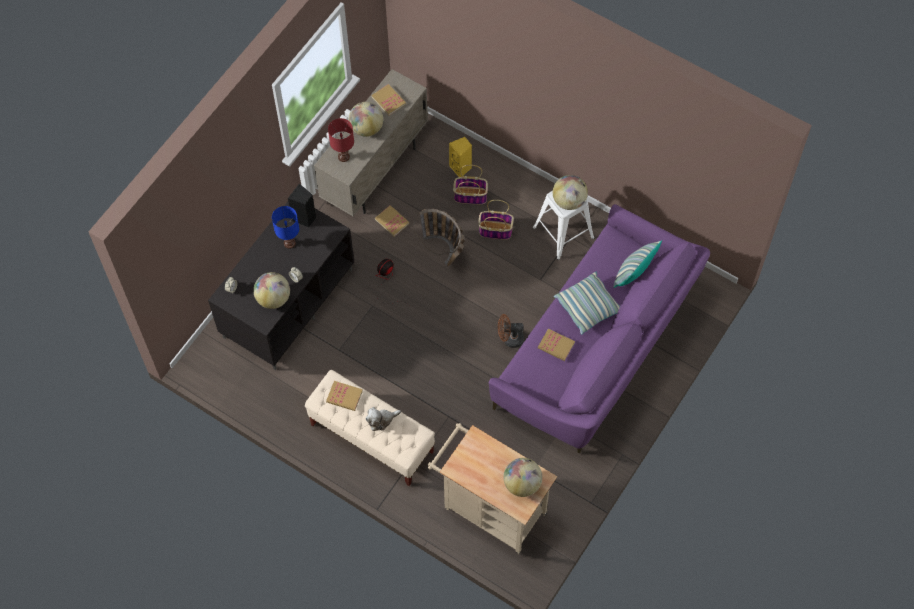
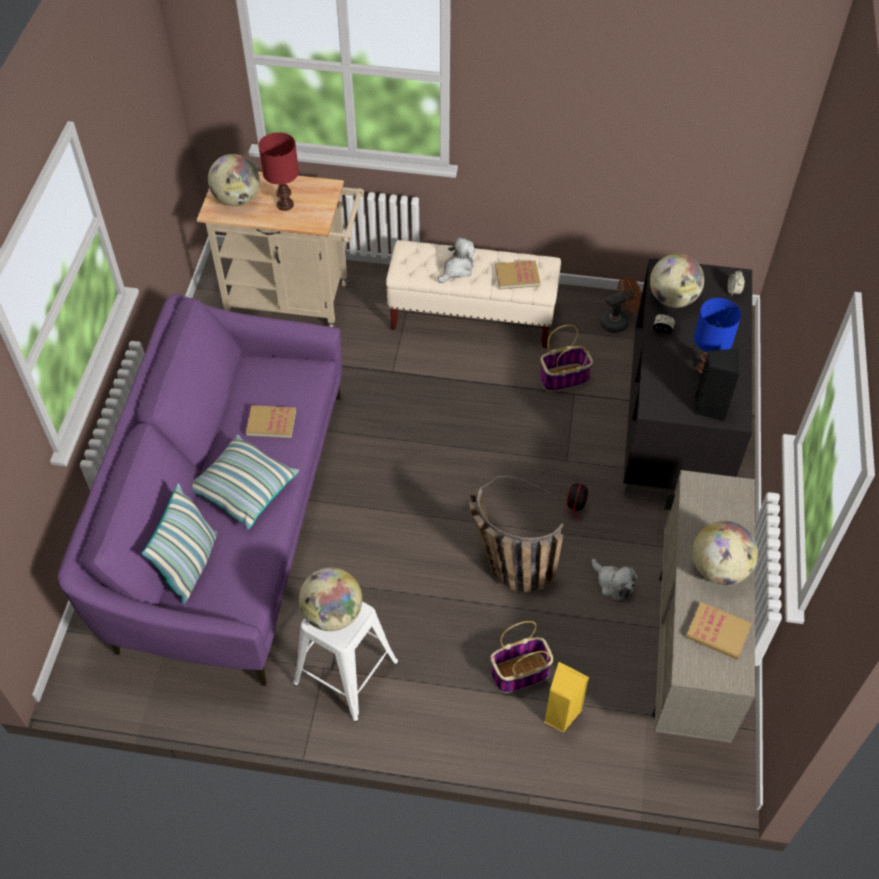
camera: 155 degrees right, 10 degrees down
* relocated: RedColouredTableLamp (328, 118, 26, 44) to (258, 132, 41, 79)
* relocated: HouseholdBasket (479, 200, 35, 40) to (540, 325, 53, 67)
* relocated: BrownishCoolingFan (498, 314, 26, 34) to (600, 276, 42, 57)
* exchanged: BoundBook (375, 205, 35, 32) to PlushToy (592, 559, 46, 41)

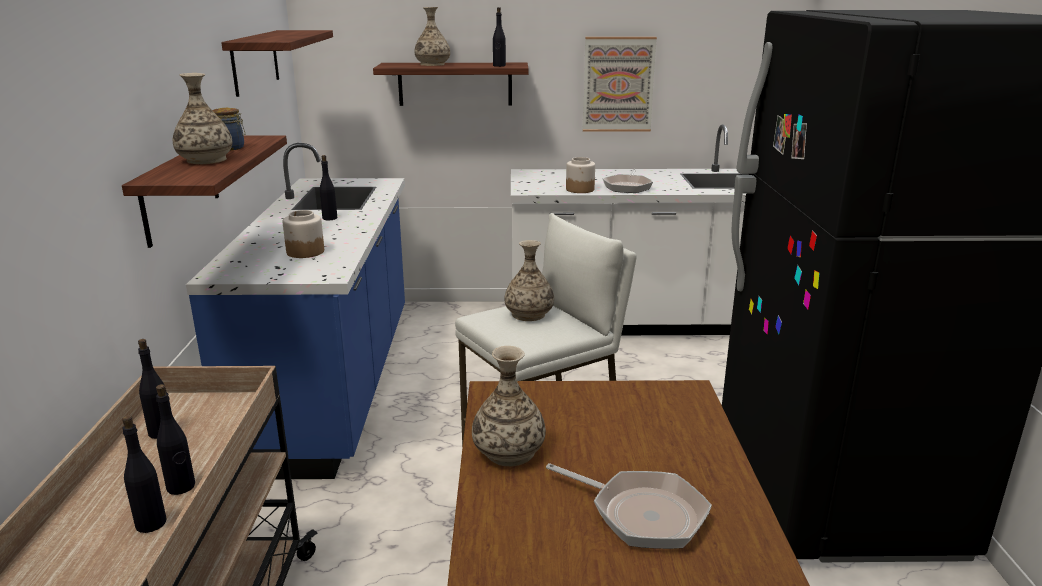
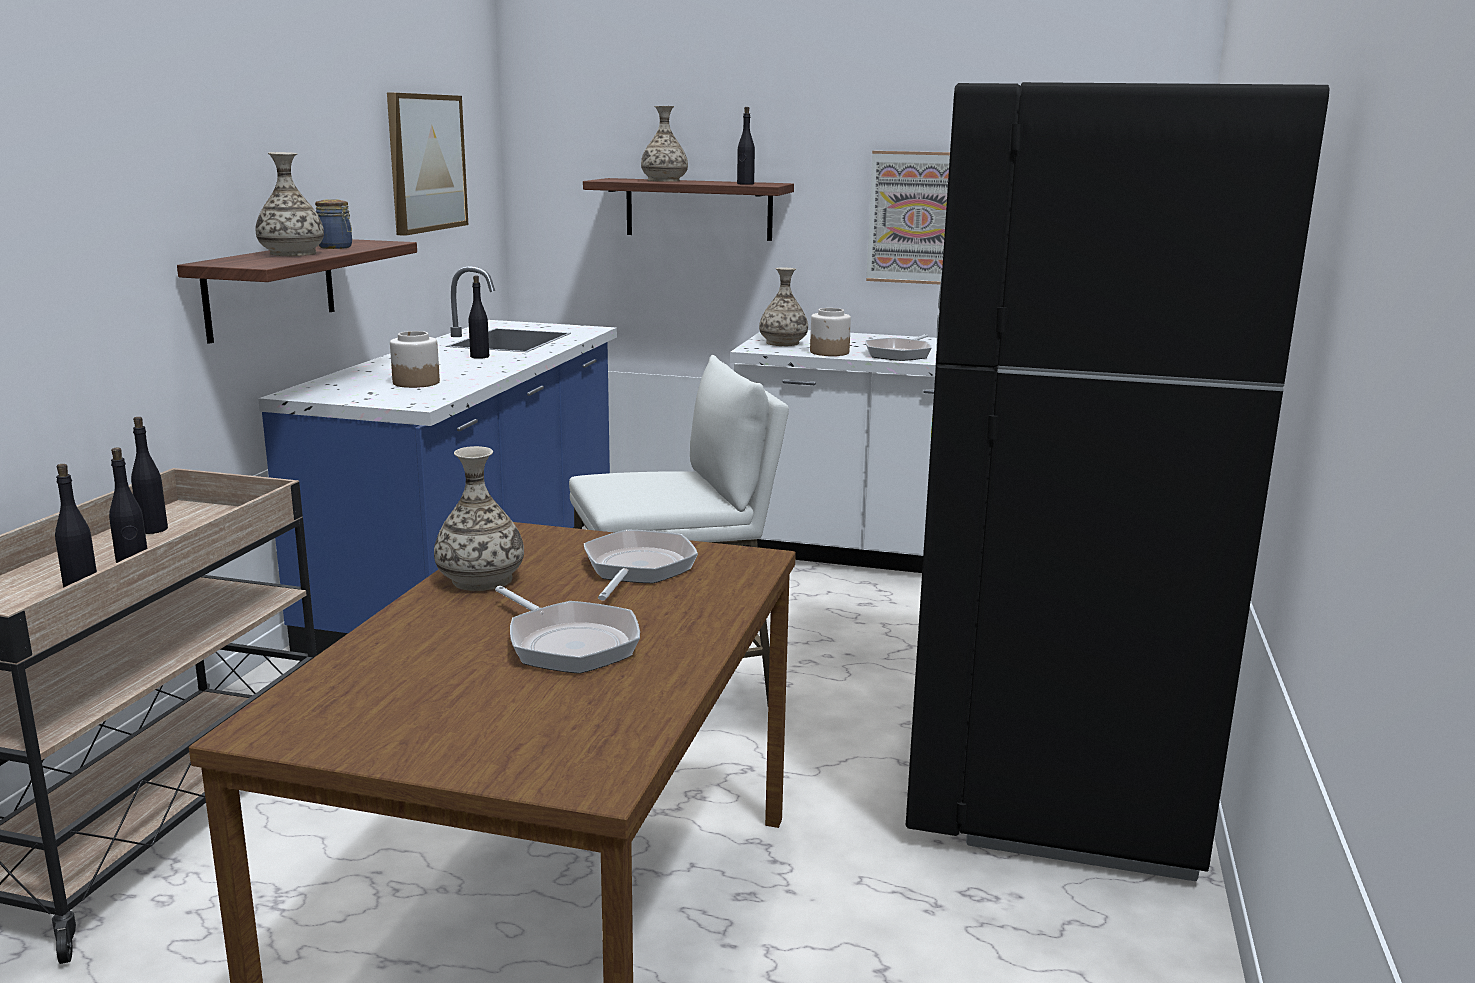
camera: 15 degrees right, 5 degrees down
* appeared: Skillet (584, 529, 114, 71)
* relocated: FlowerVase (504, 240, 50, 81) to (759, 268, 49, 78)
* exchanged: WallShelf (221, 30, 112, 67) to WallArt (387, 93, 81, 143)

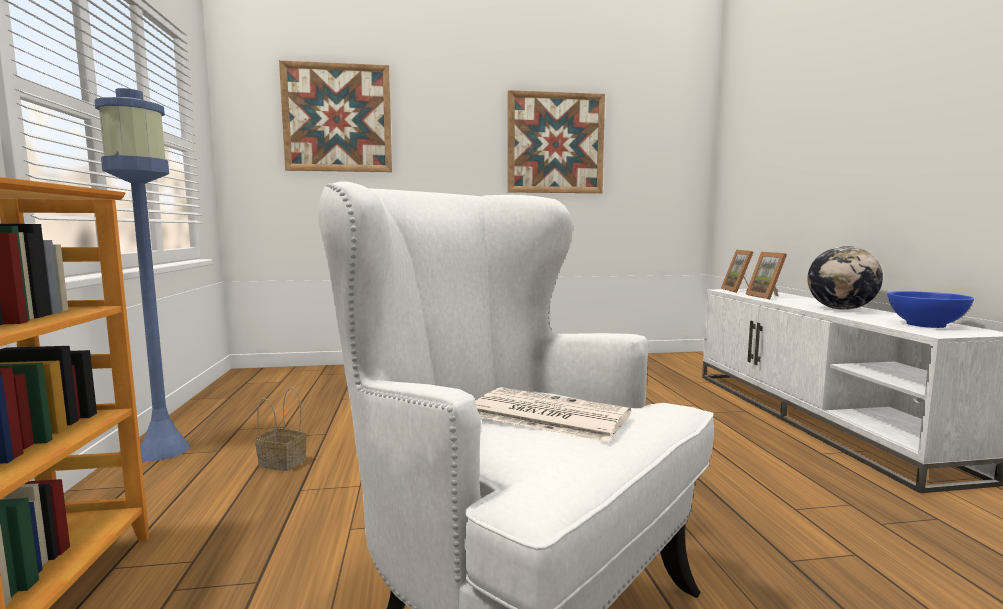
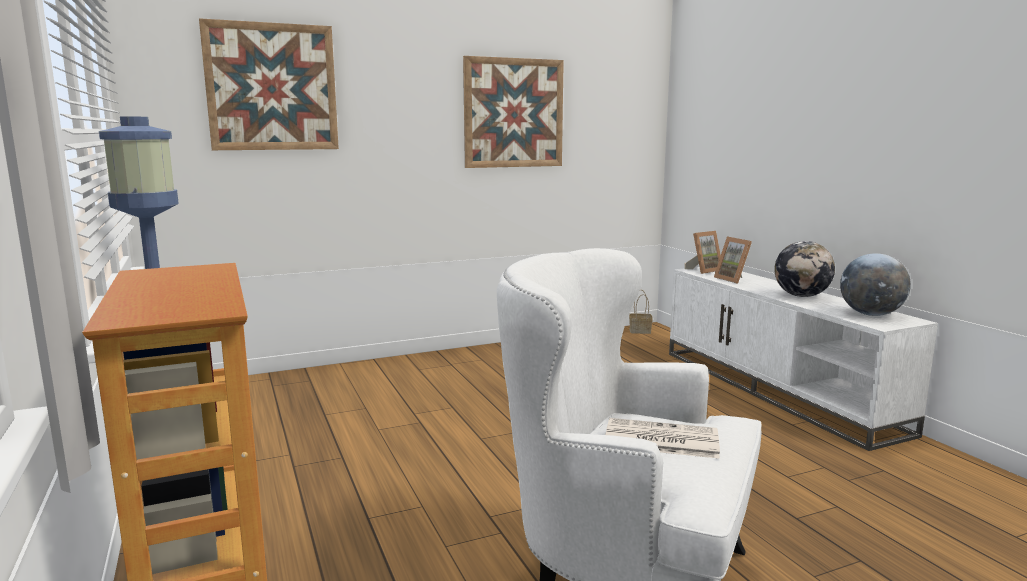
camera: 15 degrees left, 5 degrees up
* relocated: HouseholdBasket (255, 388, 51, 83) to (629, 290, 24, 44)
* exchanged: BlueColouredBowl (888, 291, 86, 37) to WorldGlobe (840, 253, 71, 63)
* spun: PhotoFrame (721, 250, 32, 43) = (685, 231, 36, 43) 105 degrees counterclockwise

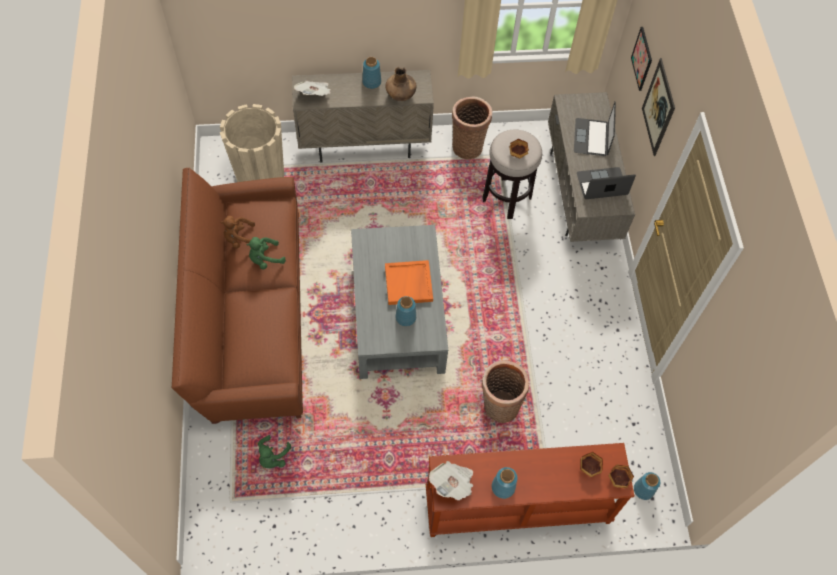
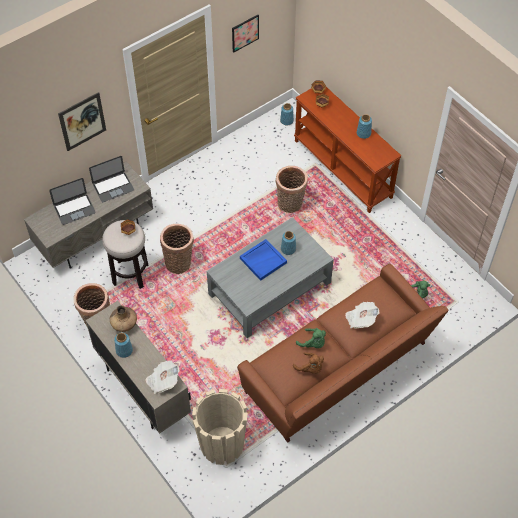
camera: 120 degrees left, 5 degrees down
* appeared: HouseholdBasket (160, 224, 34, 50)
* relocated: Newspaper (429, 461, 44, 39) to (345, 302, 34, 27)
* relocated: WallArt (631, 27, 21, 64) to (232, 15, 27, 38)
* colour: OrangeyServingTray (385, 260, 48, 45) to BlueColouredServingTray (240, 239, 47, 42)
* spun: PortableComputer (577, 167, 59, 32) = (89, 156, 45, 46) 75 degrees counterclockwise

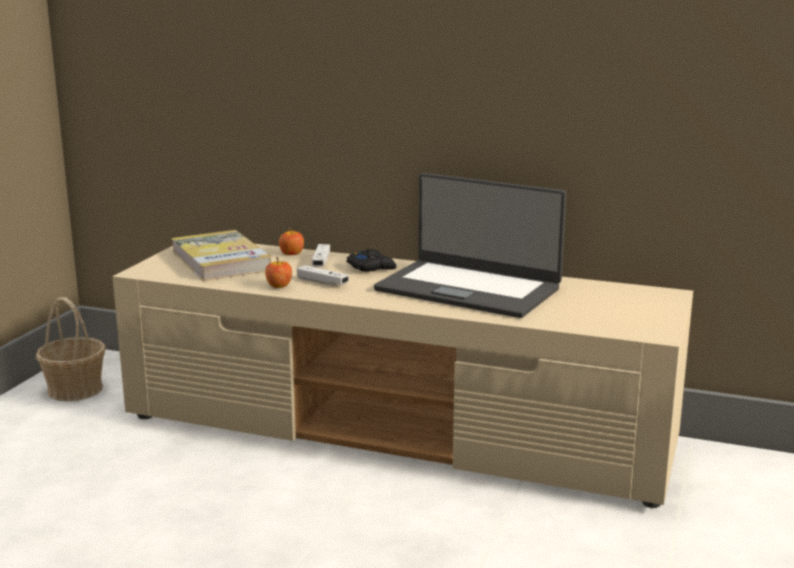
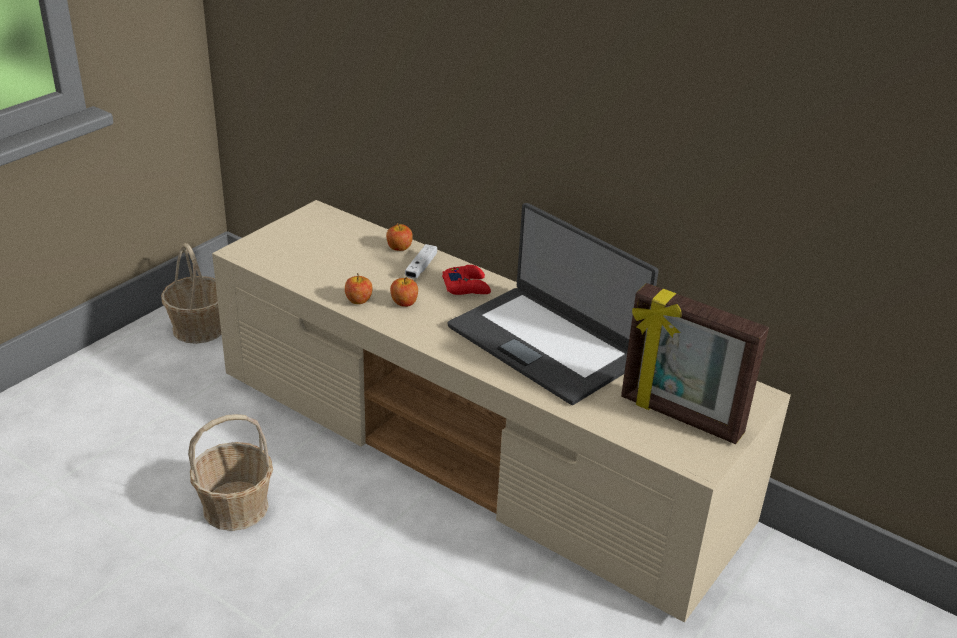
camera: 15 degrees right, 15 degrees up
* missing: BoundBook (171, 230, 100, 51)
* appeared: HouseholdBasket (188, 414, 85, 117)
* appeared: PhotoFrame (621, 283, 148, 161)
* exchanged: WhiteColouredJoypad (297, 265, 52, 21) to AppleFruit (390, 277, 28, 30)
* colour: BlackishJoypad (347, 249, 49, 23) to RedColouredJoypad (442, 265, 49, 30)

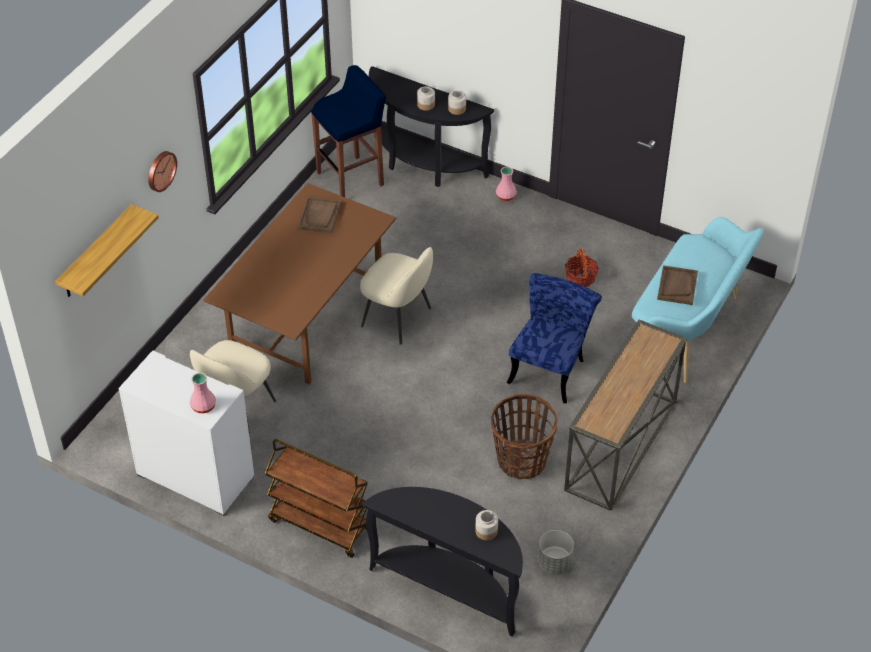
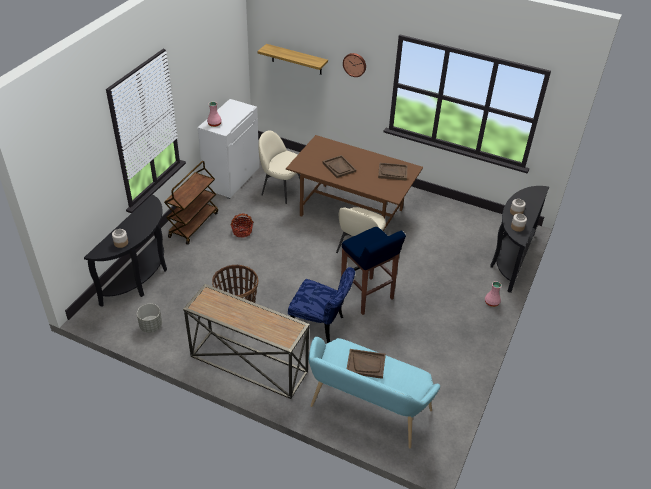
camera: 85 degrees right, 5 degrees down
* appeared: BrownishServingTray (323, 155, 33, 23)
* relocated: BlueColouredSittingStool (311, 65, 75, 132) to (341, 227, 65, 88)
* relocated: HouseholdBasket (565, 249, 34, 38) to (230, 213, 23, 25)

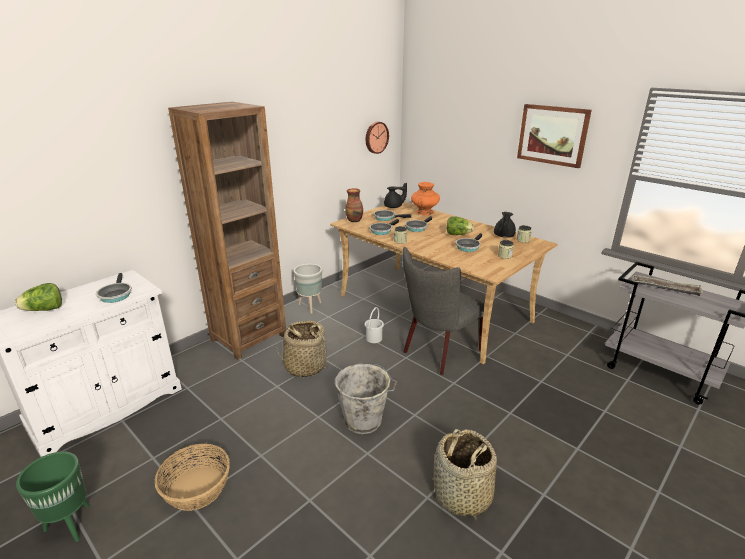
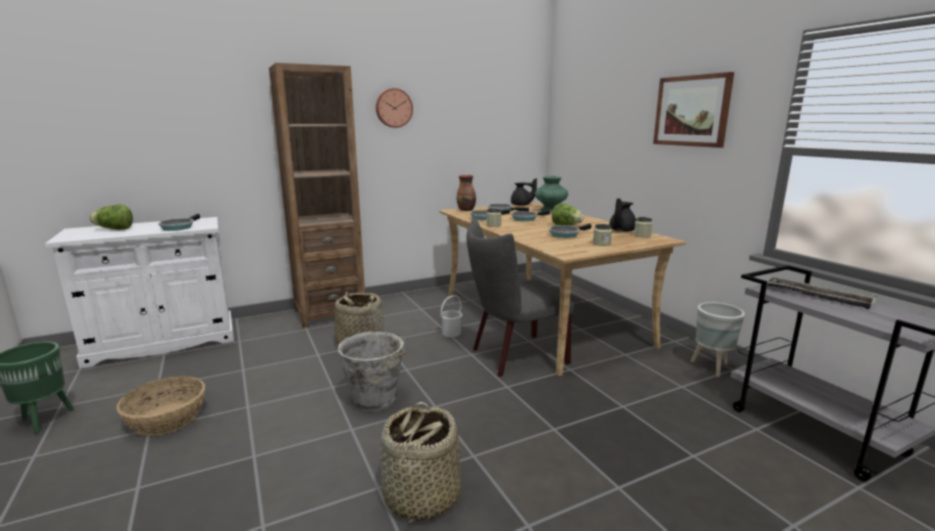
camera: 20 degrees right, 10 degrees down
* relocated: GreyPlanter (294, 264, 28, 50) to (691, 302, 54, 75)
* relocated: WallClock (366, 122, 23, 32) to (376, 88, 37, 40)
* colour: OrangeyFlowerVase (411, 182, 29, 33) to GreenColouredFlowerVase (535, 176, 33, 36)

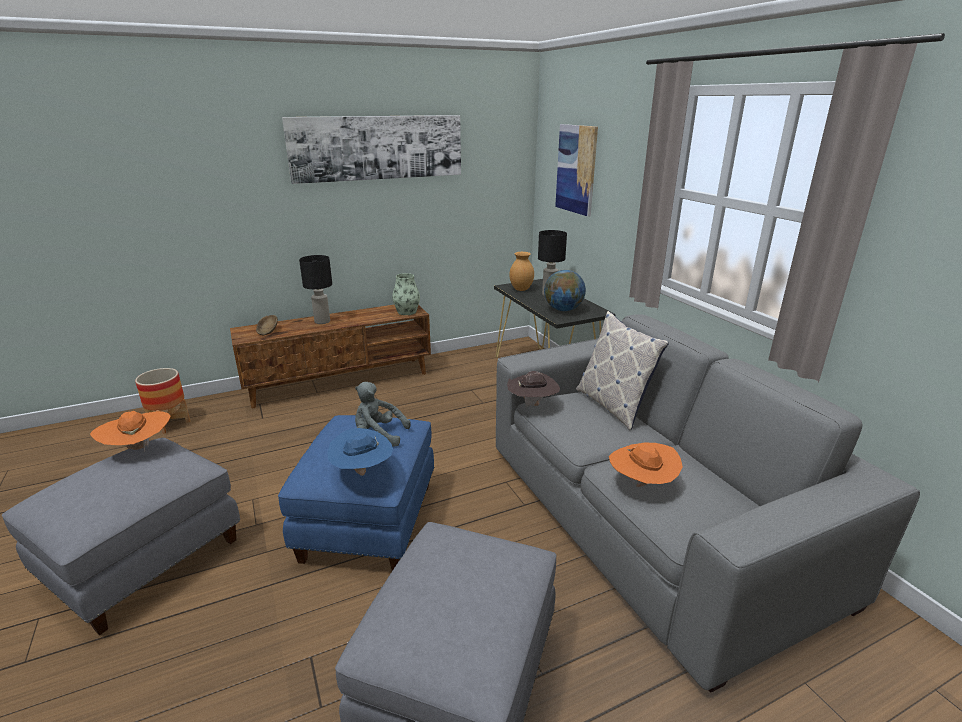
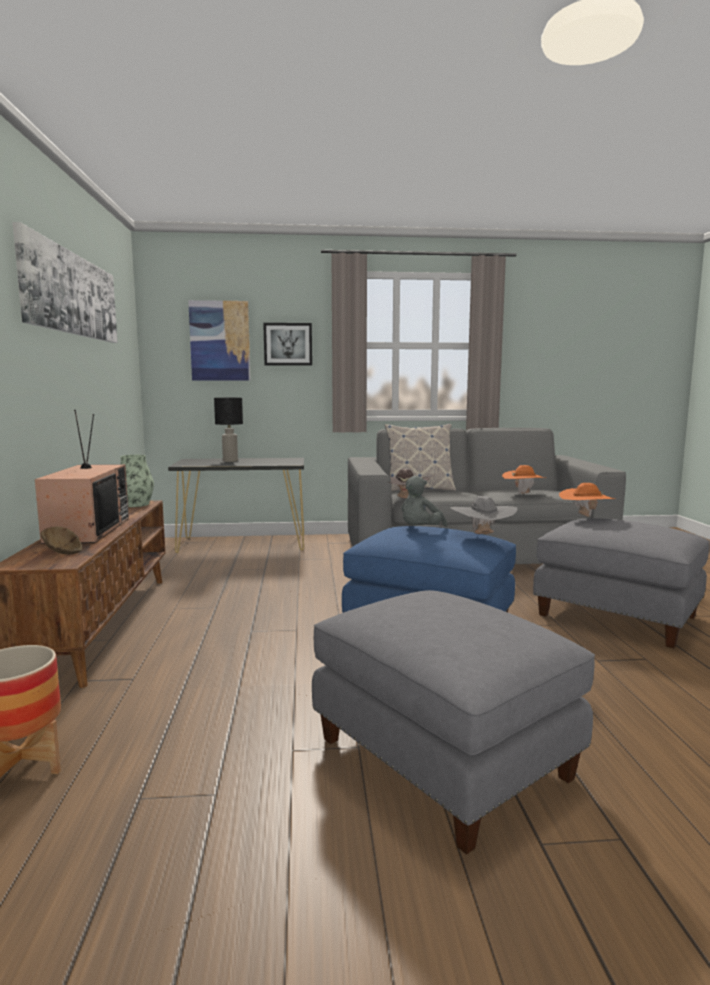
camera: 70 degrees left, 15 degrees down
* missing: BrownishFlowerVase (509, 252, 25, 39)
* missing: WorldGlobe (544, 270, 42, 41)
* appeared: WallArt (263, 323, 49, 43)
* relocated: OrangeyClothingHat (90, 411, 81, 41) to (559, 483, 56, 34)
* exchanged: BlackishTableLamp (299, 255, 33, 69) to Tv (35, 410, 94, 134)
* colour: BlueColouredClothingHat (327, 428, 66, 48) to GreyClothingHat (451, 496, 66, 38)

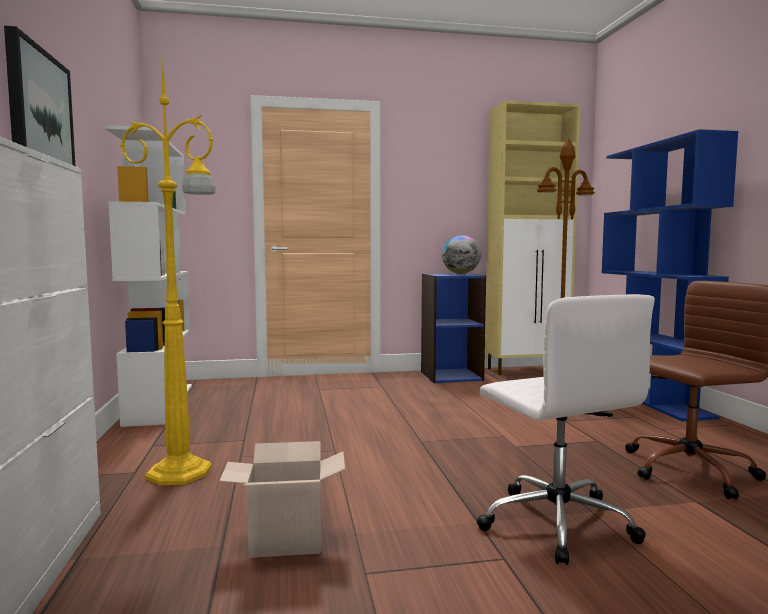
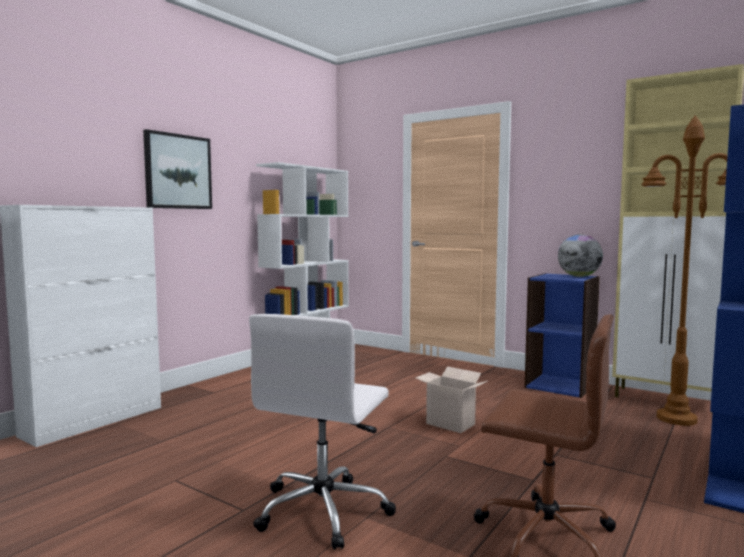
camera: 45 degrees right, 0 degrees up
* missing: YellowFloorLamp (121, 56, 94, 429)
* relocated: CardboardBox (219, 441, 126, 117) to (416, 366, 71, 67)

